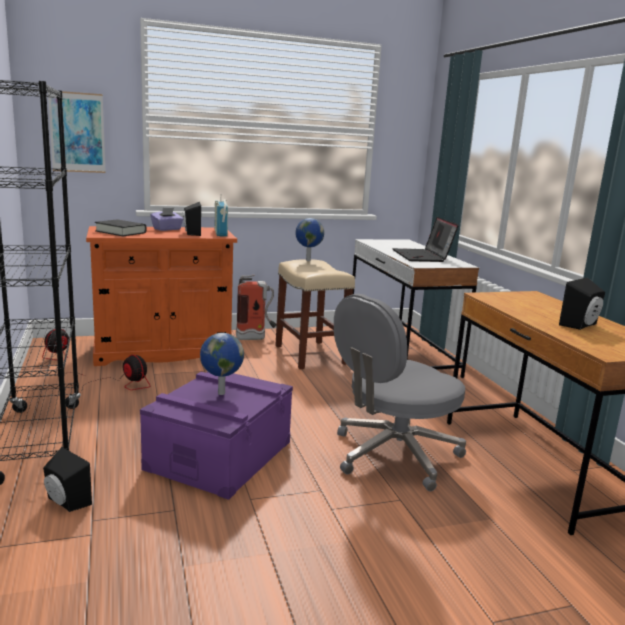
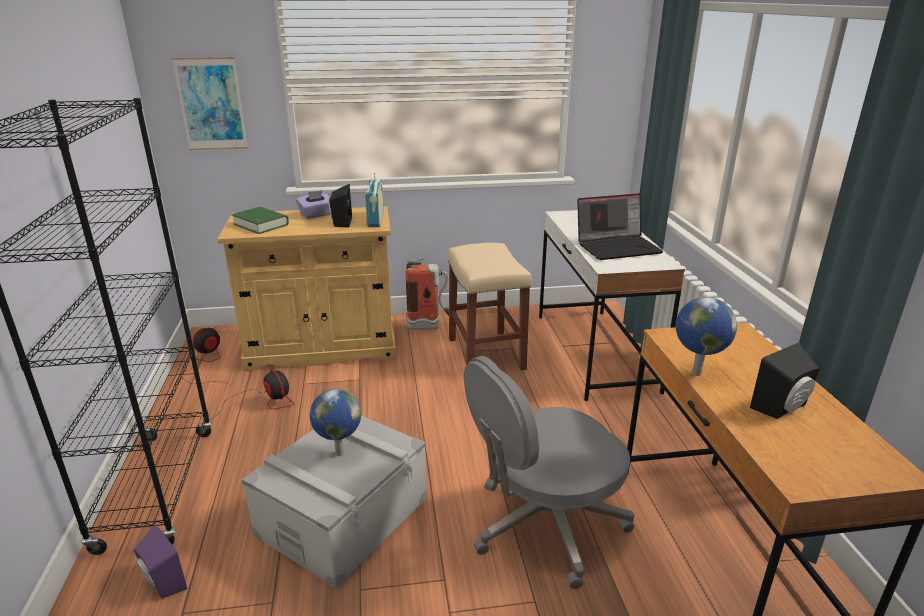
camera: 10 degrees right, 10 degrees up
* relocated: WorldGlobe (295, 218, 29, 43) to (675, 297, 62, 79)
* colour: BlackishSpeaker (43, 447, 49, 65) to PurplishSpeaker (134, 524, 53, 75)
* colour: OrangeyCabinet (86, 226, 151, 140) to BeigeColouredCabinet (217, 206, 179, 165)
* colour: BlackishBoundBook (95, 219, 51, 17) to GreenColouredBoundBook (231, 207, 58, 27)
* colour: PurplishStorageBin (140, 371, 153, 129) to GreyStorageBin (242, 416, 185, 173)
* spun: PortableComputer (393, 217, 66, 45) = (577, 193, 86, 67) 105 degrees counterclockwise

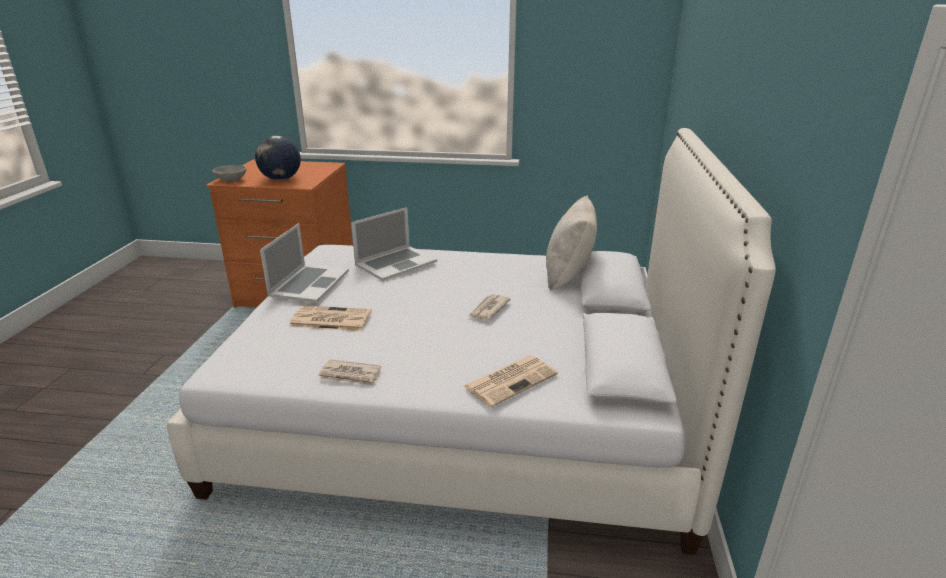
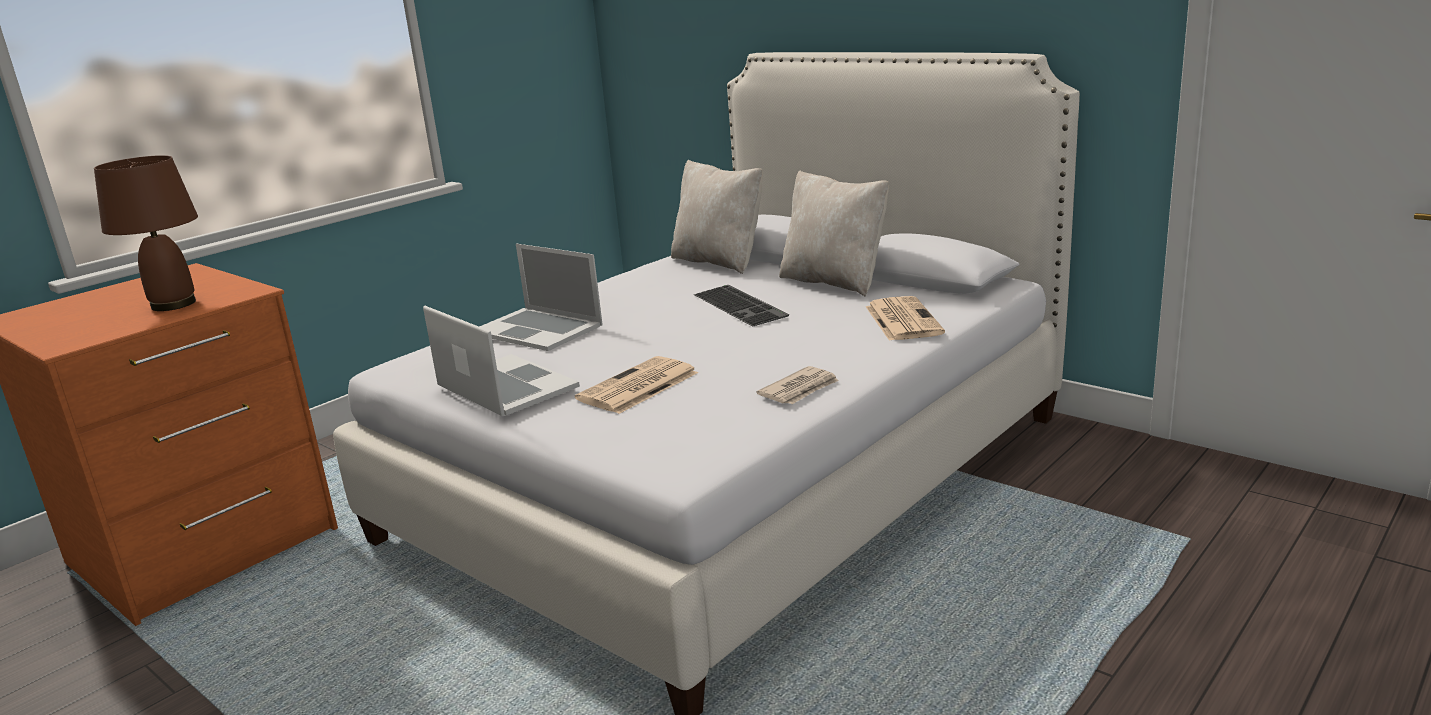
camera: 55 degrees left, 5 degrees down
* missing: GreyBowl (212, 165, 35, 16)
* appeared: BeigeColouredPillow (779, 171, 110, 126)
* exchanged: WorldGlobe (255, 136, 46, 44) to BrownishTableLamp (94, 155, 104, 156)
* exchanged: Newspaper (469, 294, 42, 26) to PcKeyboard (694, 285, 95, 42)
* spun: PortableComputer (351, 207, 86, 74) = (479, 244, 124, 107) 135 degrees clockwise

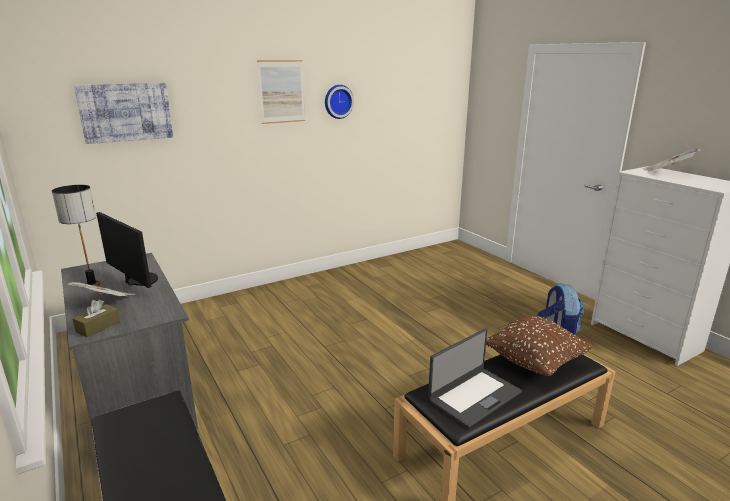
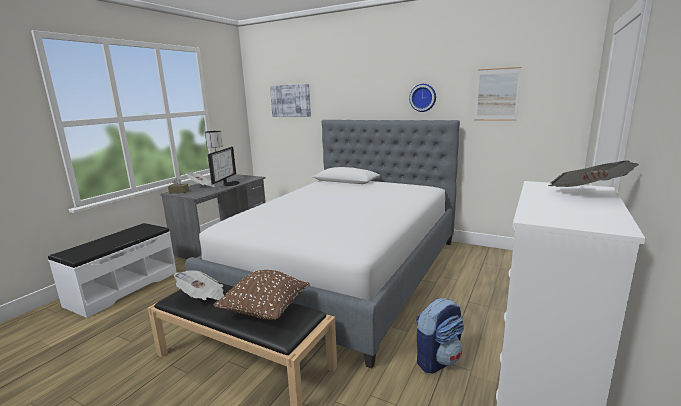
camera: 60 degrees right, 5 degrees down
* appeared: Bed (185, 120, 275, 248)
* relocated: WallArt (257, 60, 48, 64) to (474, 67, 48, 54)
* exchanged: PortableComputer (428, 328, 94, 100) to Newspaper (174, 270, 50, 30)

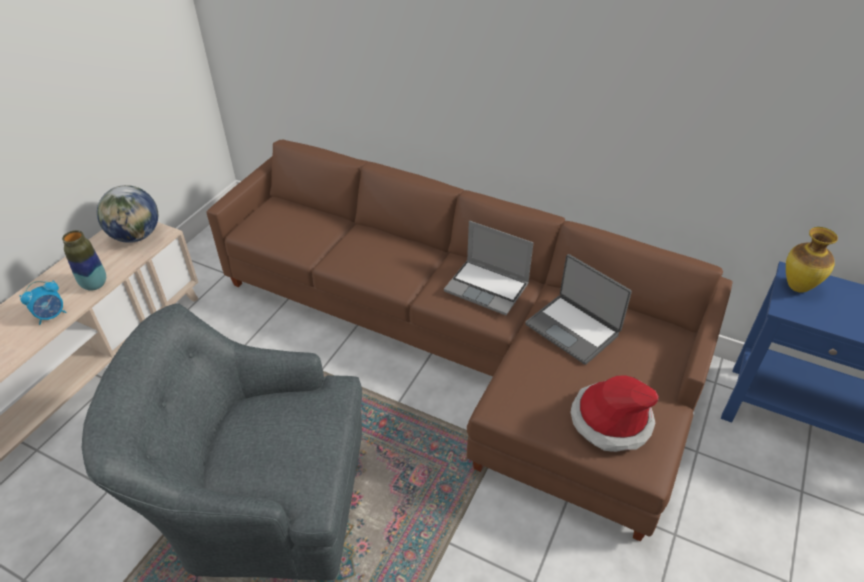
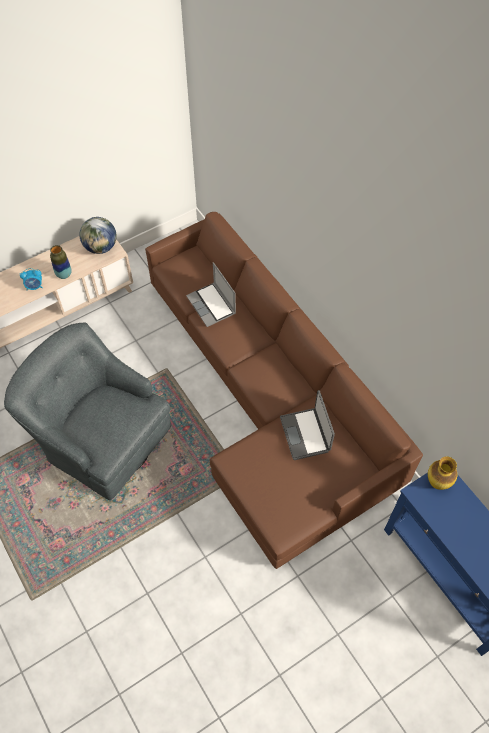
camera: 30 degrees right, 15 degrees up
* missing: ClothingHat (570, 375, 89, 77)
* relocated: PortableComputer (444, 221, 90, 94) to (186, 262, 50, 65)

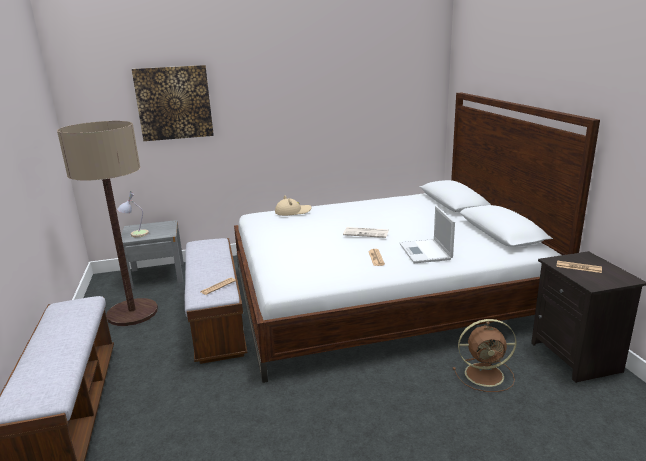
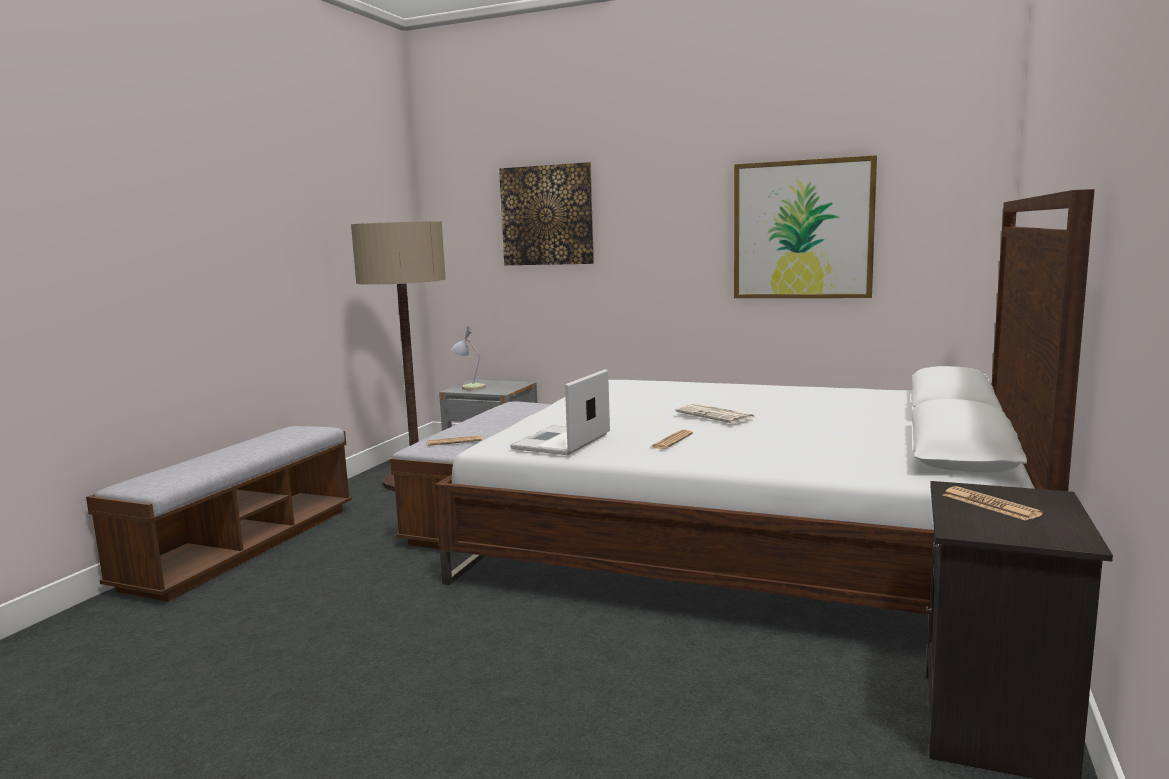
camera: 35 degrees right, 10 degrees down
* missing: BeigeColouredClothingHat (275, 195, 37, 21)
* missing: BrownishCoolingFan (453, 319, 64, 73)
* appeared: WallArt (734, 155, 143, 143)
* relocated: PortableComputer (399, 206, 56, 57) to (510, 369, 100, 86)

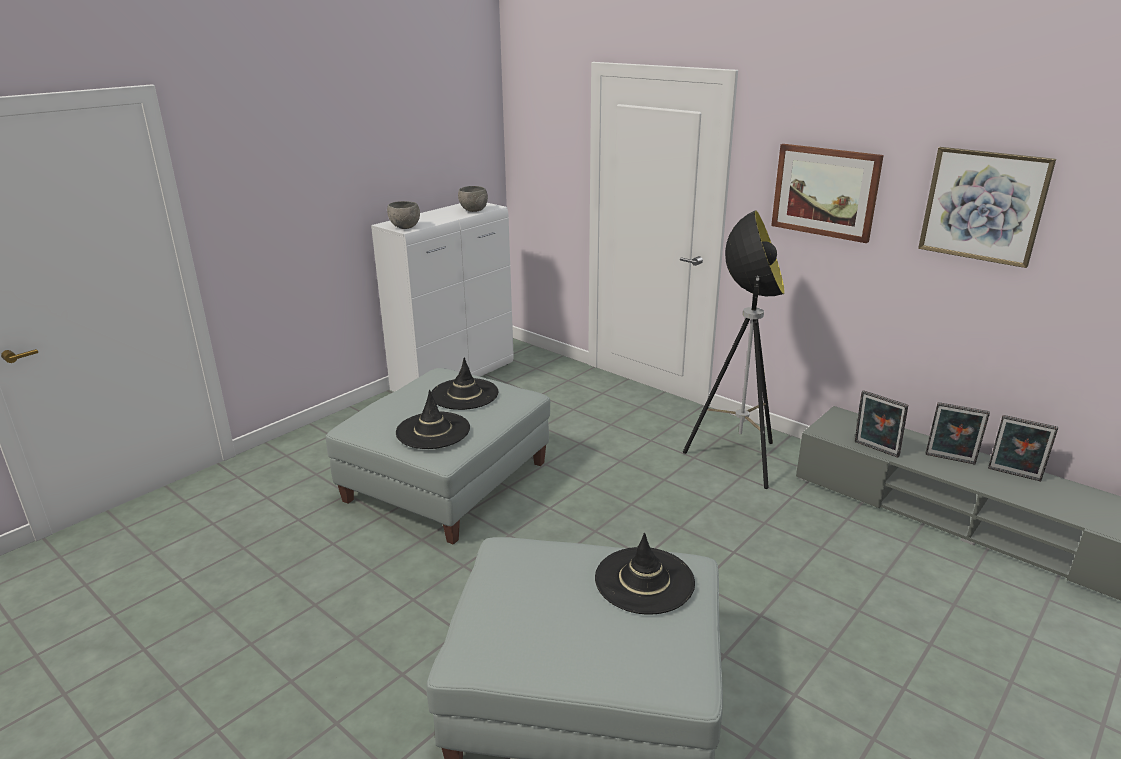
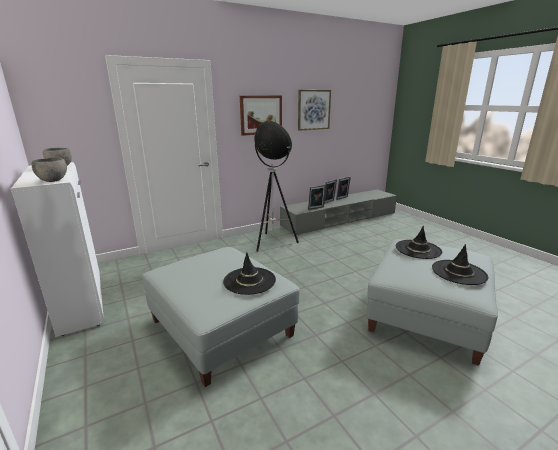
camera: 70 degrees left, 5 degrees down
* relocated: BlackishClothingHat (431, 357, 67, 53) to (432, 244, 57, 41)

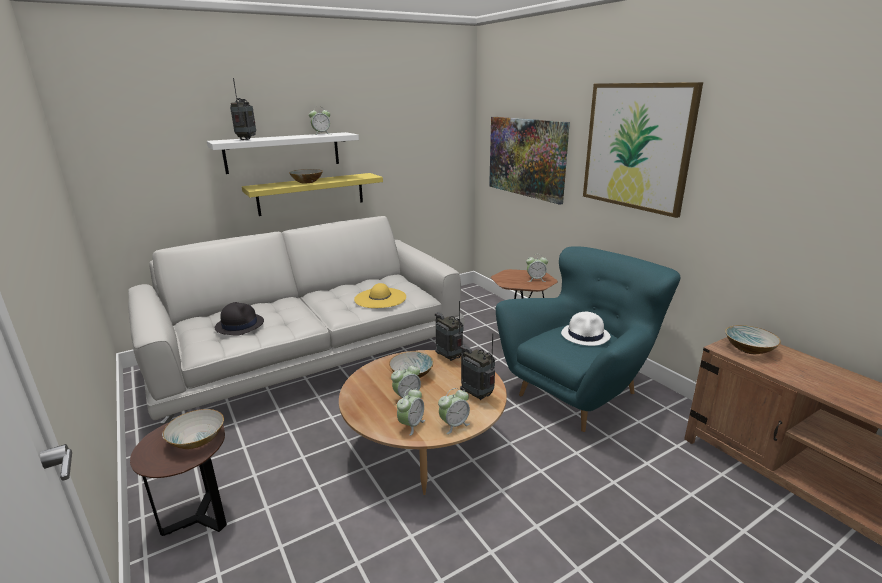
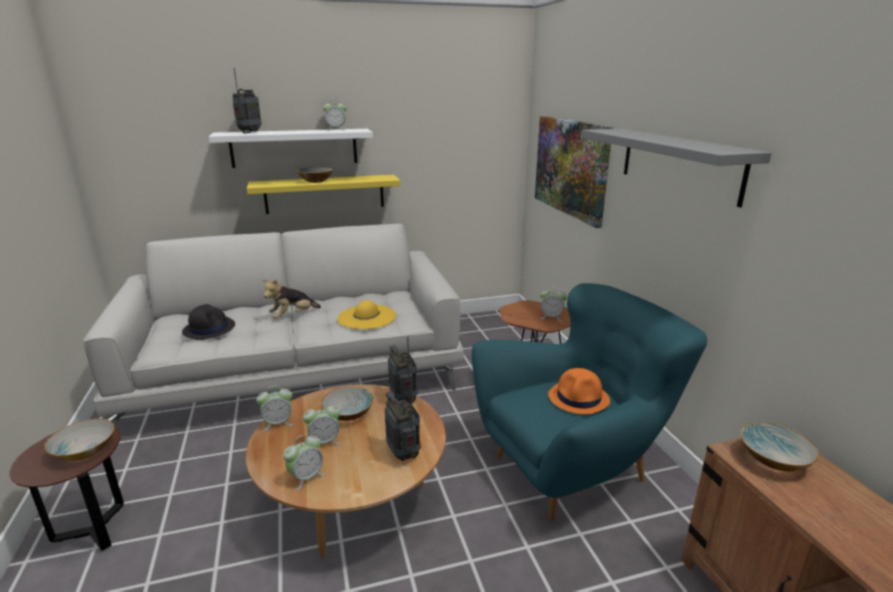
camera: 15 degrees right, 0 degrees up
* appeared: PlushToy (263, 279, 58, 40)
* relocated: TableClock (438, 388, 32, 46) to (256, 386, 37, 45)
* exchanged: WallArt (583, 82, 120, 136) to GreyWallShelf (582, 129, 190, 79)
* colour: WhiteColouredClothingHat (561, 312, 50, 34) to OrangeyClothingHat (548, 368, 62, 47)

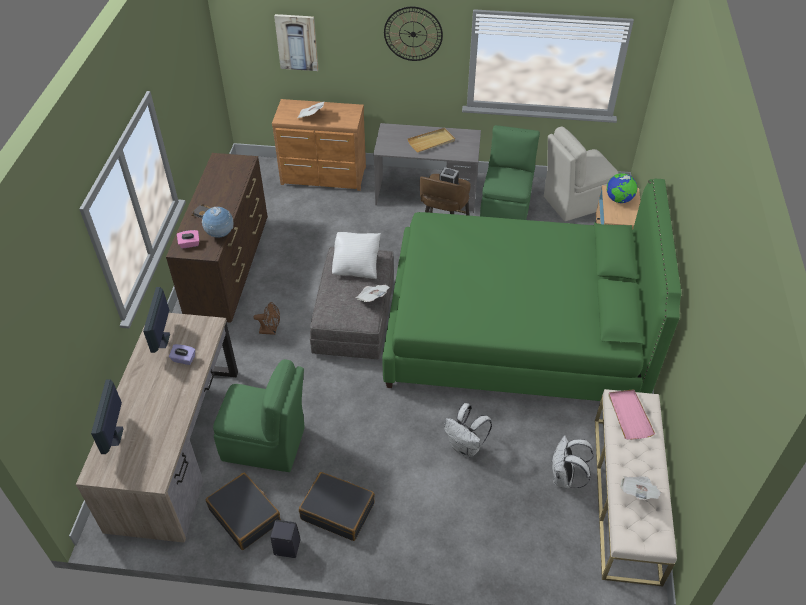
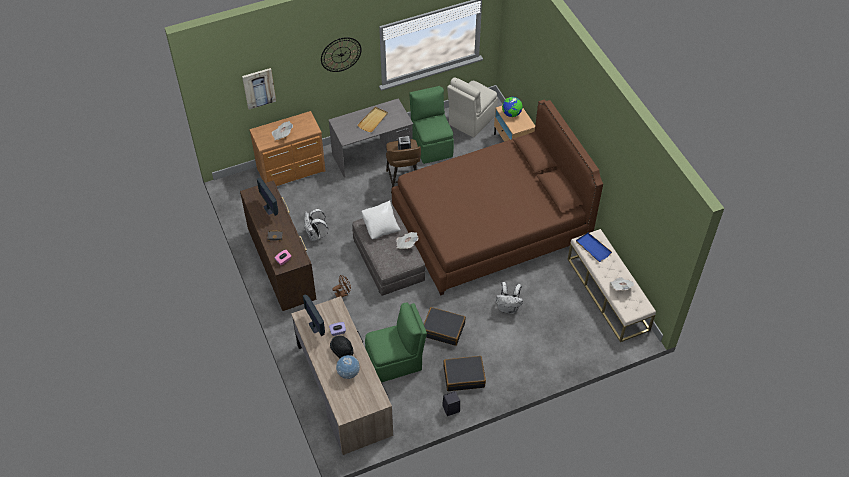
camera: 30 degrees left, 5 degrees up
* appeared: BlackishClothingHat (330, 335, 24, 23)
* relocated: Monitor (91, 380, 32, 74) to (257, 178, 21, 38)
* relocated: WorldGlobe (202, 207, 31, 31) to (336, 355, 24, 24)
* relocated: BlackishPieceOfLuggage (206, 473, 75, 77) to (424, 307, 42, 39)
* relocated: WhiteColouredBackpack (551, 435, 43, 53) to (304, 209, 25, 32)
* colour: GreenColouredBed (382, 179, 299, 222) to BrownishBed (392, 100, 211, 195)
* colour: PinkColouredServingTray (608, 389, 47, 51) to BlueColouredServingTray (576, 232, 36, 30)

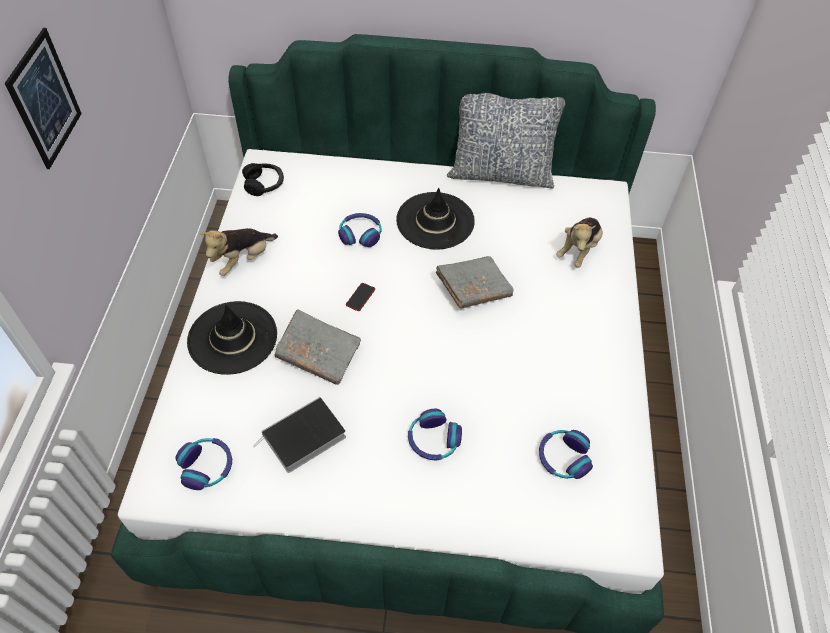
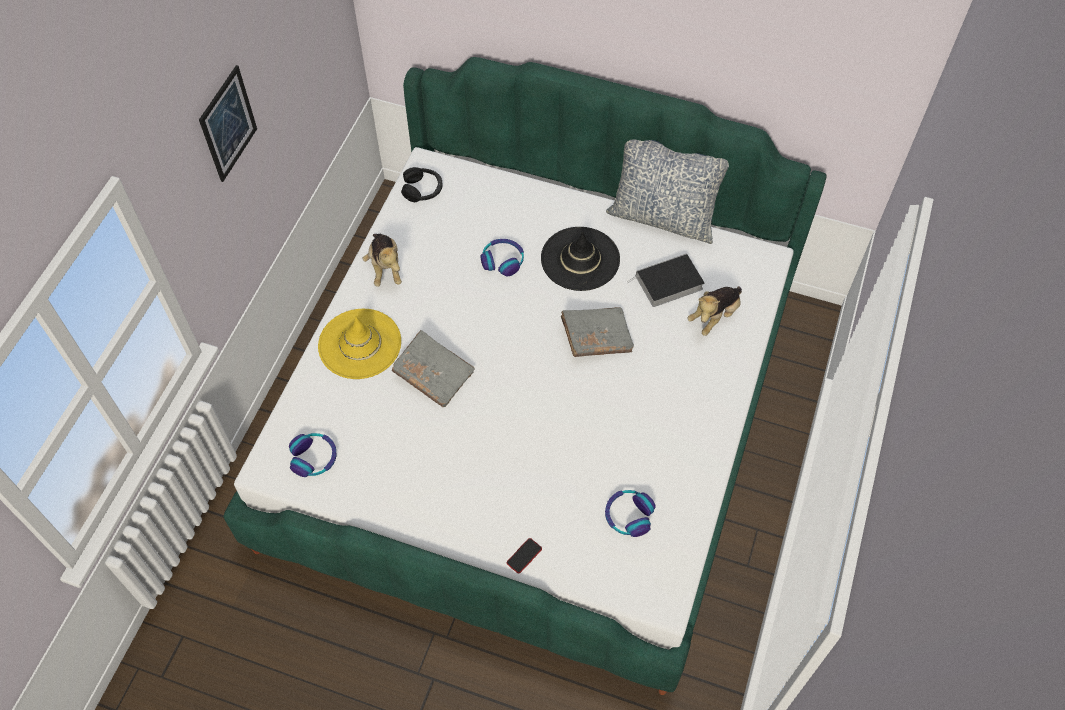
camera: 15 degrees right, 5 degrees up
* missing: PairOfHeadphones (408, 409, 54, 52)
* relocated: BoundBook (253, 397, 93, 76) to (627, 253, 77, 54)
* relocated: Phone (346, 283, 29, 28) to (506, 538, 36, 36)
* colour: BlackishClothingHat (187, 301, 90, 74) to YellowClothingHat (318, 309, 83, 70)
* spun: PlushToy (200, 228, 78, 48) = (363, 234, 39, 53) 75 degrees counterclockwise

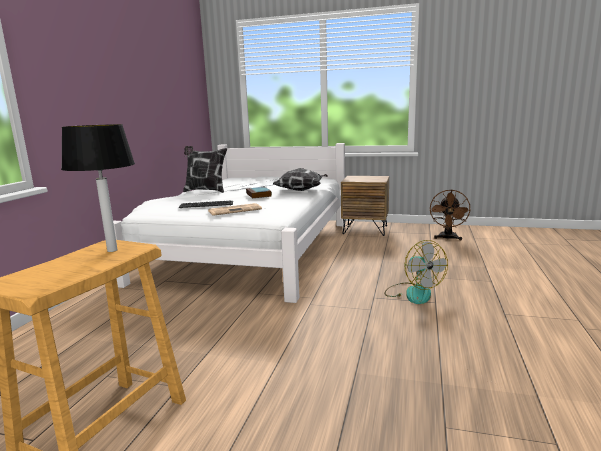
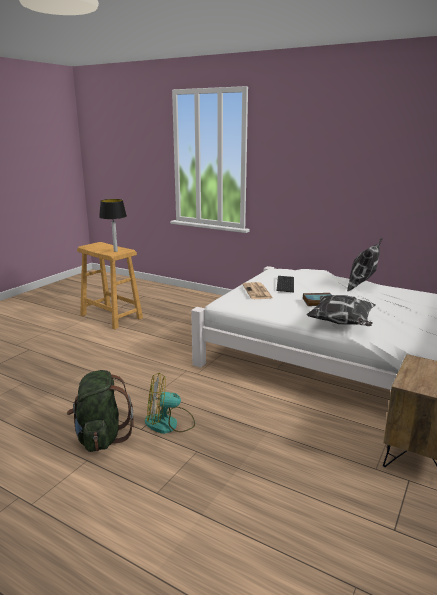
camera: 105 degrees right, 5 degrees up
* missing: BrownishCoolingFan (430, 189, 40, 51)
* appeared: GreenColouredBackpack (67, 370, 67, 82)

